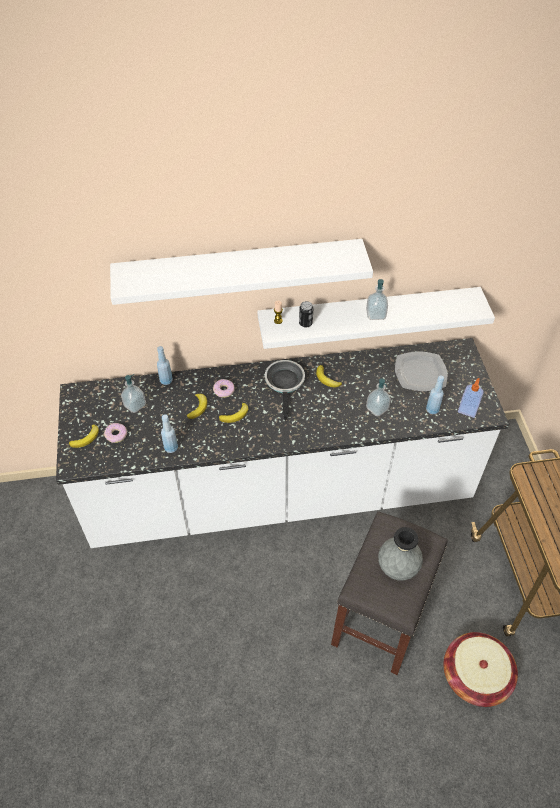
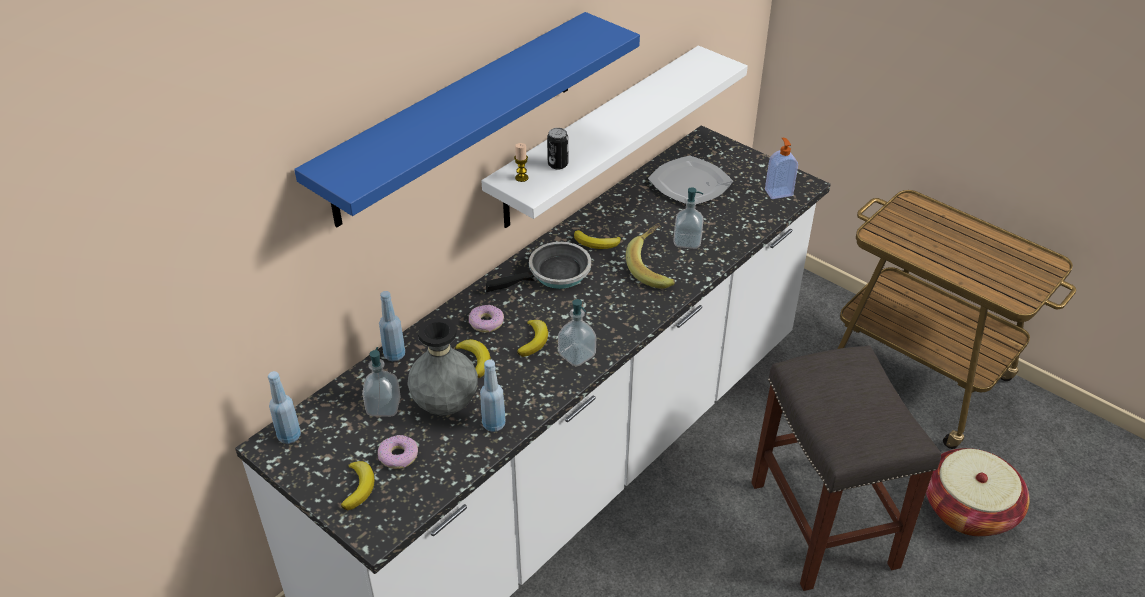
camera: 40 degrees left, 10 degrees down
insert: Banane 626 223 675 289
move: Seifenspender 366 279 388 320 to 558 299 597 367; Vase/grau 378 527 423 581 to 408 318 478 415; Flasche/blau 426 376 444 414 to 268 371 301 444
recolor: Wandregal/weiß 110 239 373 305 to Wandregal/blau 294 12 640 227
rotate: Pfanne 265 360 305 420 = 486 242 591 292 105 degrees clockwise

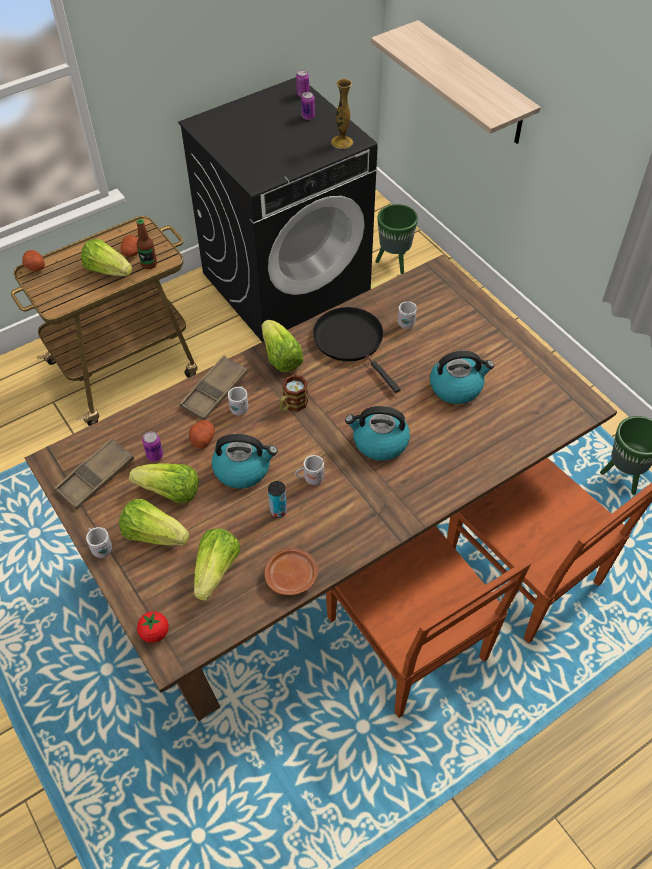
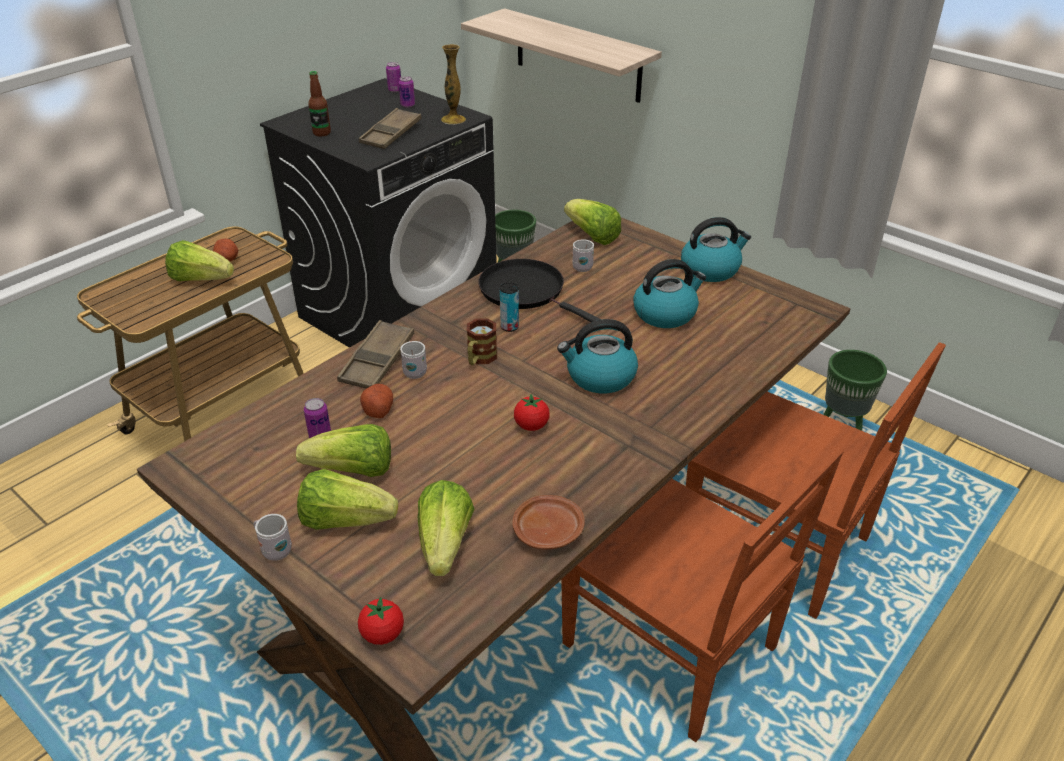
camera: 15 degrees left, 15 degrees down
delete: Kartoffel 22 250 45 272
move: Tablett/braun 54 438 134 510 to 359 108 422 149; Flasche 136 219 157 269 to 308 71 331 137; Wasserkessel 212 434 278 489 to 681 217 751 282; Salatkopf 262 320 304 372 to 564 199 621 245; Dose 268 481 287 518 to 500 283 519 332
replace: Henkelbecher/weiß 295 455 326 485 to Tomate 514 394 550 431

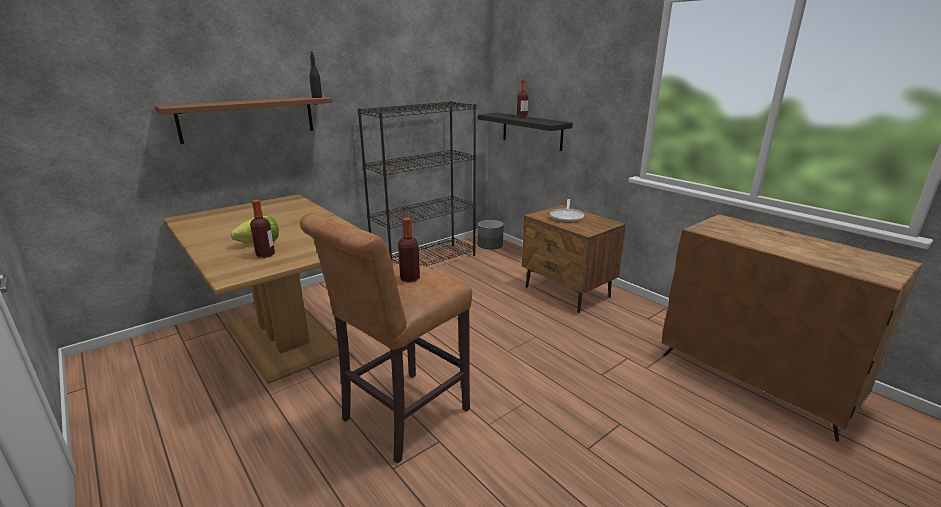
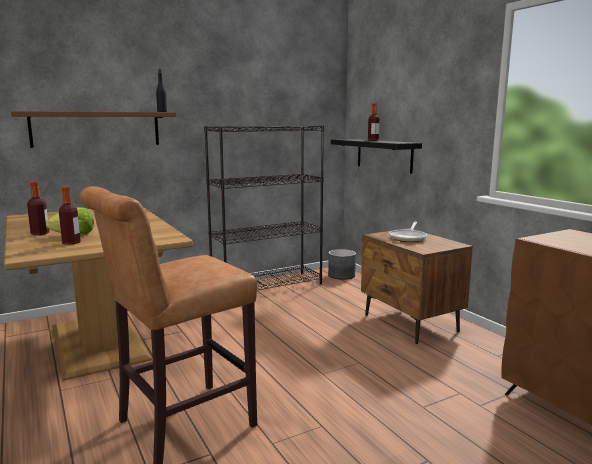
camera: 10 degrees right, 10 degrees down
move: Flasche 398 217 420 282 to 27 181 50 235

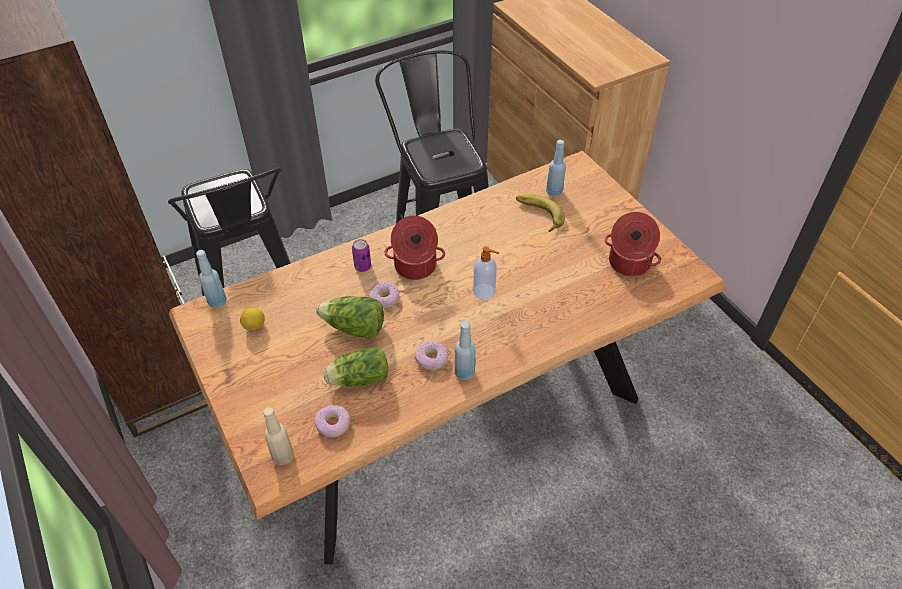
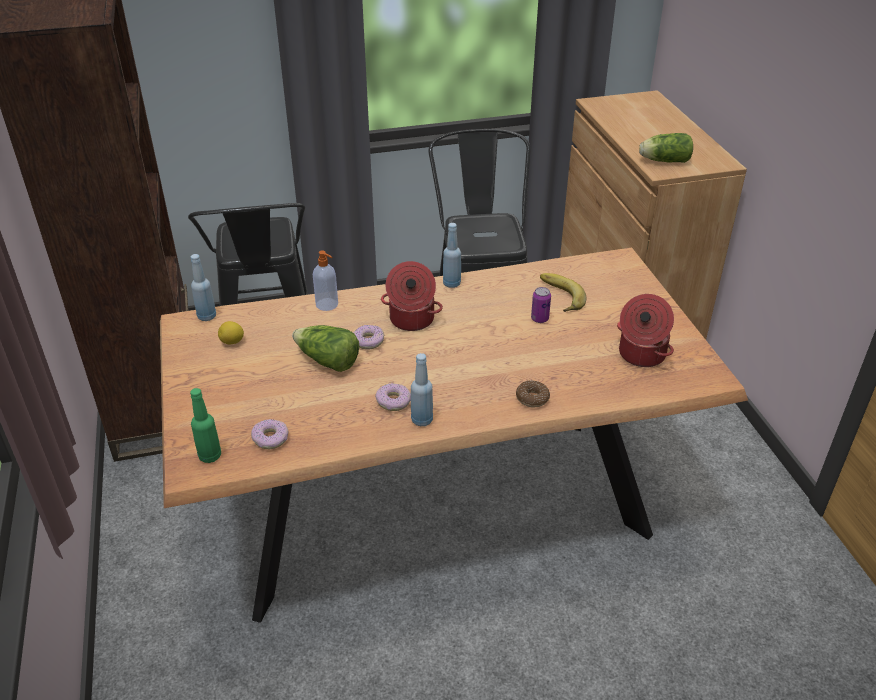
camera: 15 degrees right, 10 degrees down
insert: Donut 516 380 550 407
move: Salatkopf 324 347 388 387 to 639 133 693 163; Dose 352 239 371 272 to 531 287 551 323; Seifenspender 473 246 499 300 to 313 250 338 311; Flasche/blau 546 140 566 196 to 443 223 461 288
recolor: Flasche/beige 263 407 294 465 to Flasche/grün 190 388 221 463

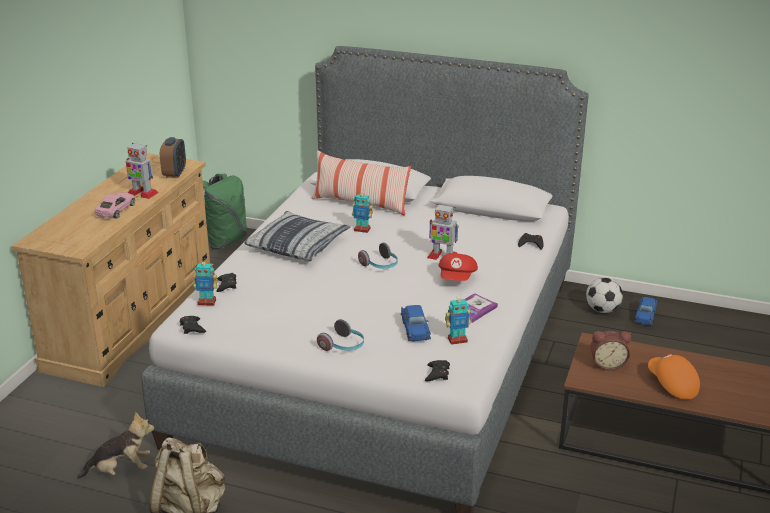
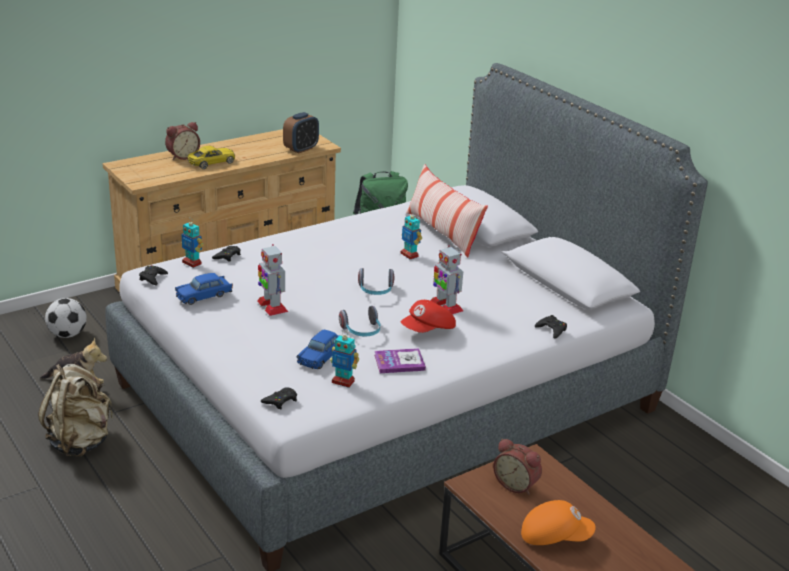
camera: 35 degrees right, 0 degrees up
delete: Kissen 244 211 350 261
insert: Wecker 165 122 200 160
move: Spielzeugroboter 126 142 158 199 to 257 244 288 316; Kopfhörer 317 319 364 351 to 339 306 380 336; Fußball 586 277 623 313 to 45 298 87 338; Spielzeugauto/blau 634 297 657 325 to 175 273 233 305
recolor: Spielzeugauto/rosa 94 192 135 219 to Spielzeugauto/gelb 187 145 235 169
rotate: Kappe/orange 648 354 700 400 = 521 500 596 545 90 degrees clockwise

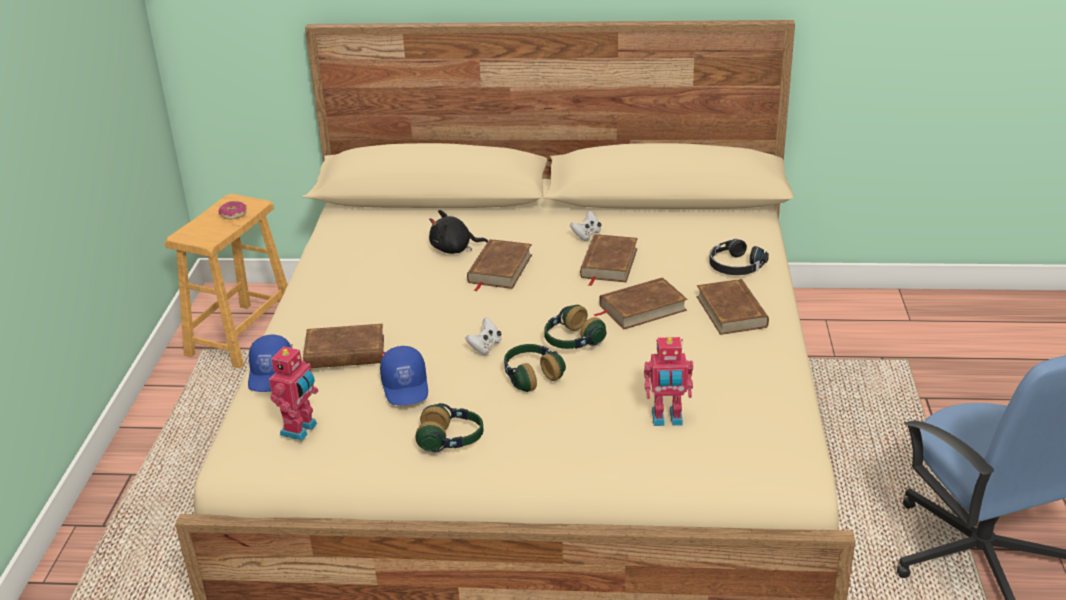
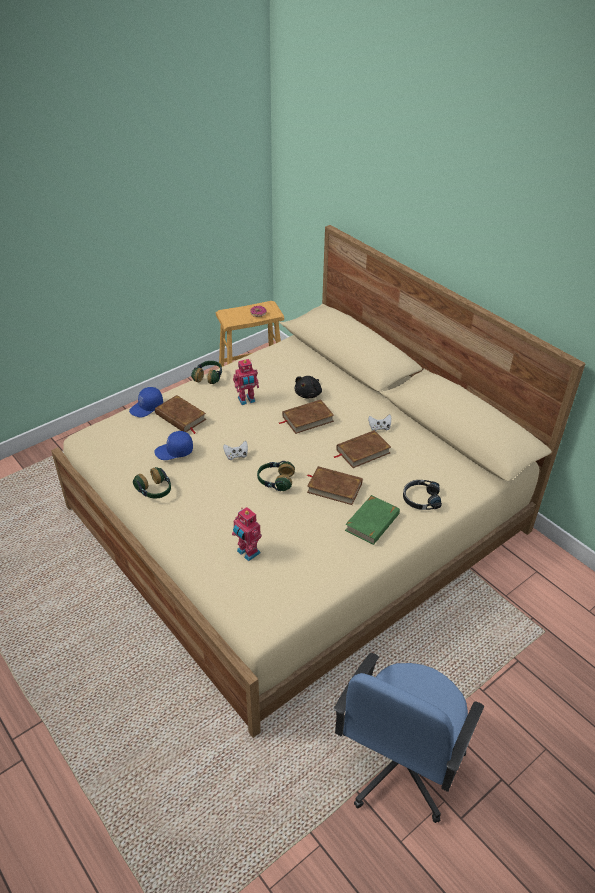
camera: 45 degrees right, 10 degrees up
move: Spielzeugroboter 269 344 318 441 to 233 359 259 405; Kopfhörer 504 344 566 392 to 191 361 222 384
recolor: Buch/braun 696 279 769 335 to Buch/grün 345 495 400 545
rotate: Kappe/blau 380 346 428 405 = 154 431 193 460 45 degrees clockwise; Plüschtier/schwarz 429 210 488 254 = 294 376 322 398 105 degrees counterclockwise

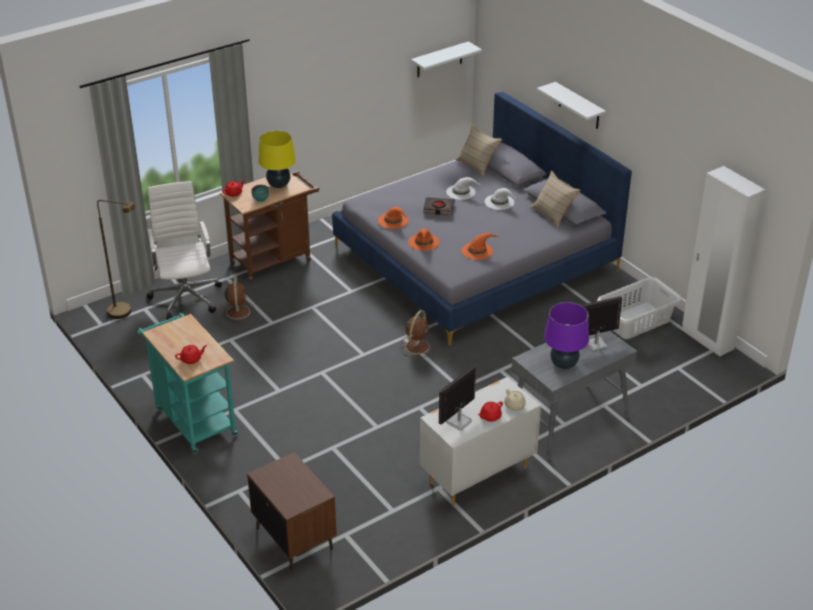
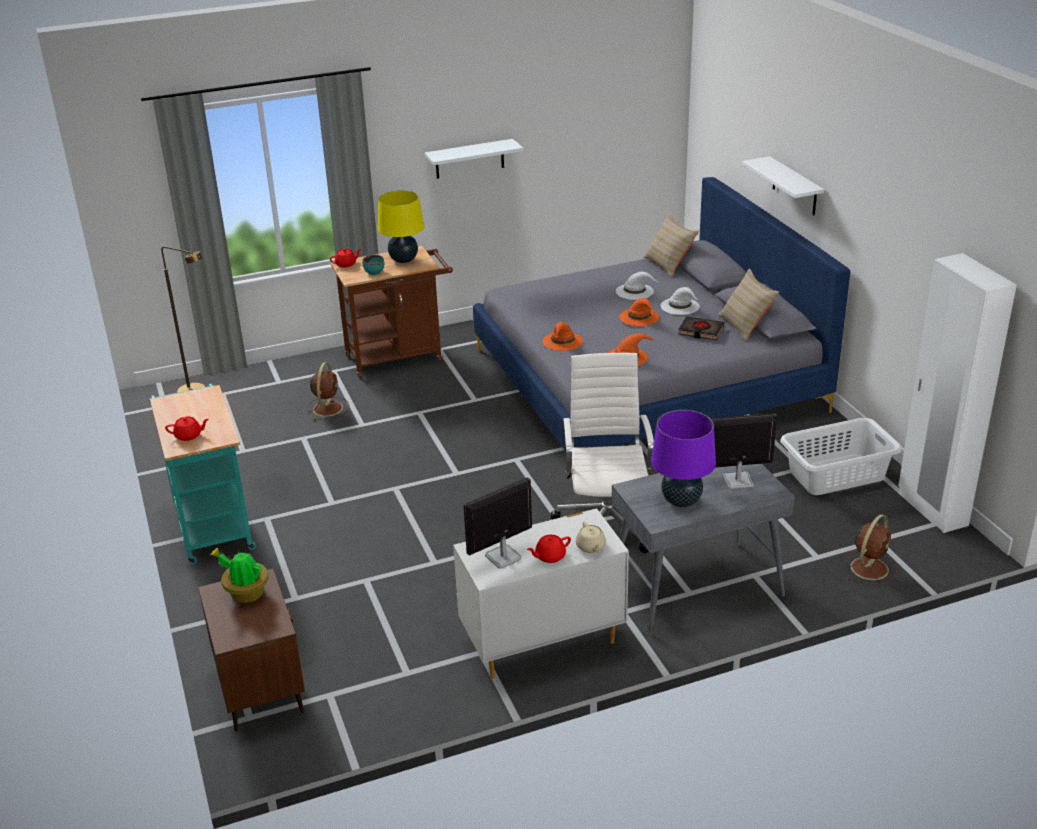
camera: 15 degrees right, 5 degrees down
insert: Topfpflanze 210 548 268 603
move: Bürostuhl/weiß 147 181 222 320 to 551 353 654 553; Hut/orange 378 207 409 229 to 619 298 659 326; Ventilator/braun 401 310 436 358 to 844 514 898 586; Wandregal/weiß 411 41 482 77 to 425 139 524 179; Buch/schwarz 423 197 455 215 to 678 316 724 340

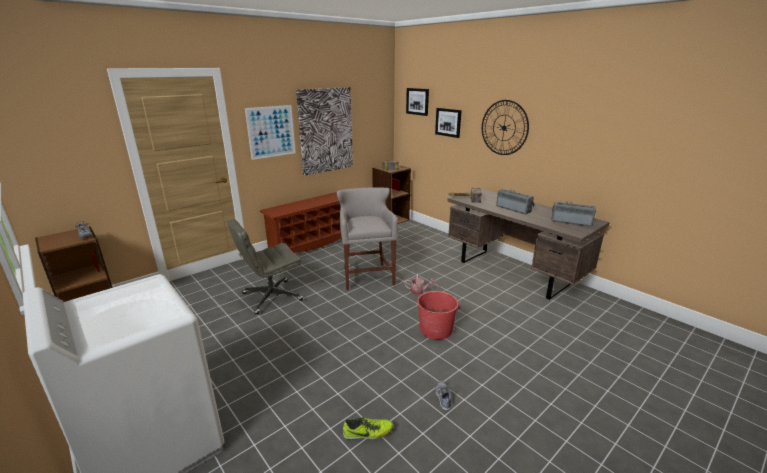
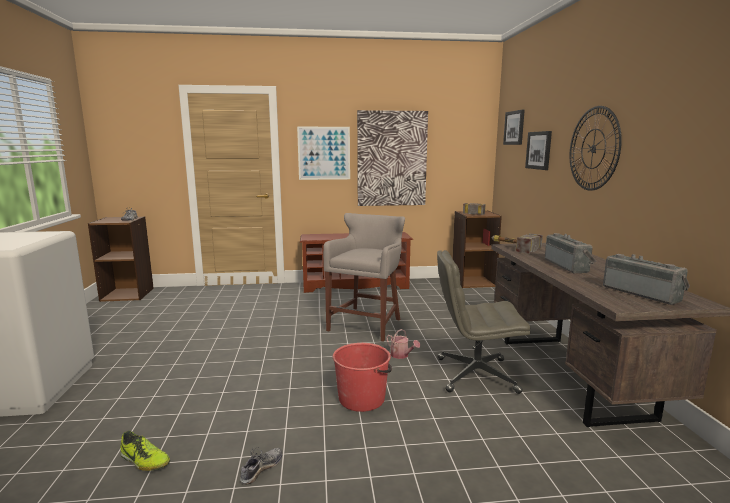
camera: 35 degrees right, 10 degrees down
move: Bürostuhl/grau 227 219 303 315 to 437 250 531 394

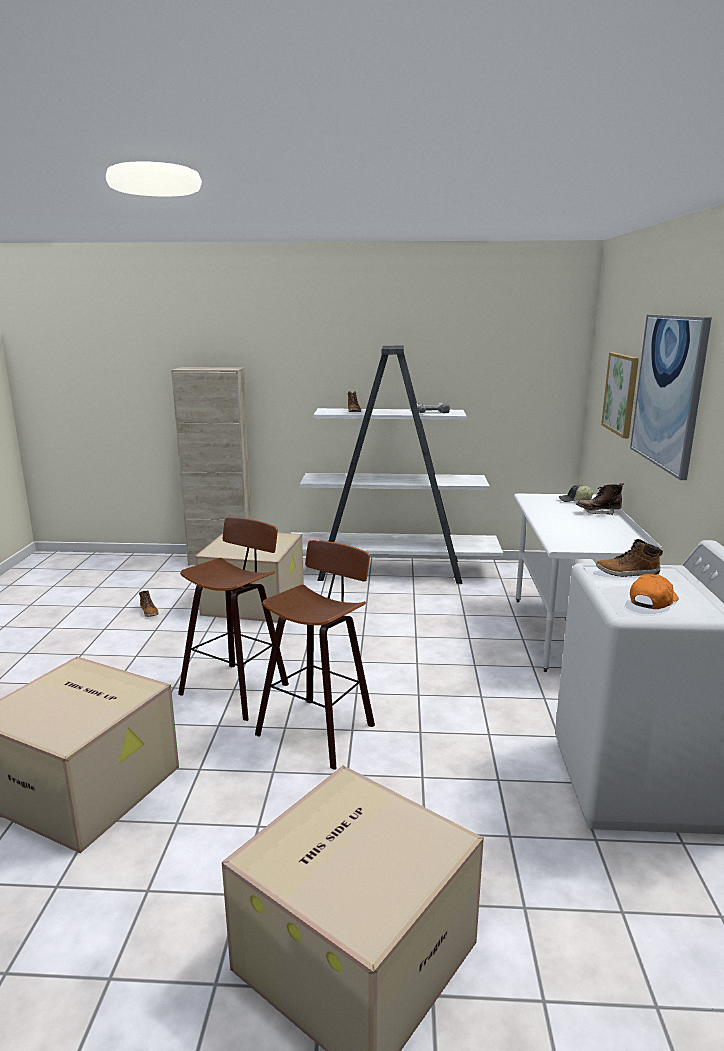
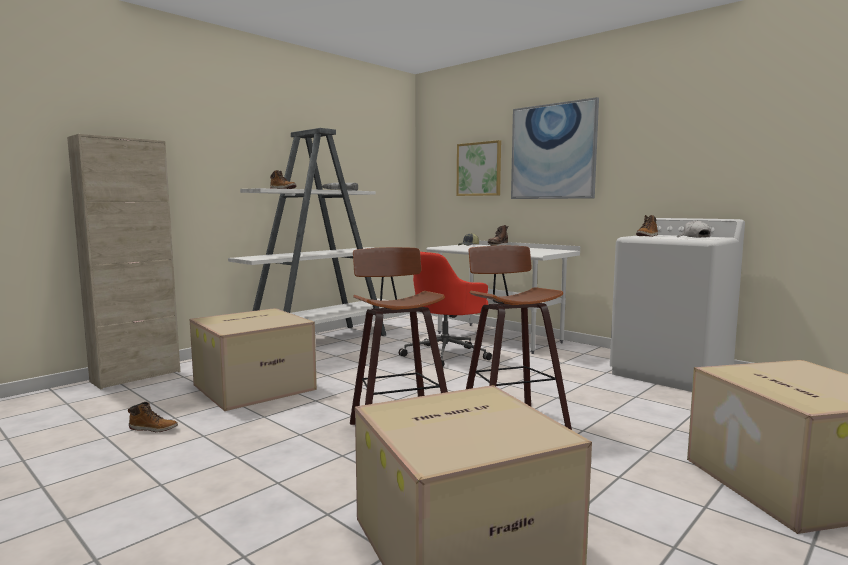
camera: 50 degrees left, 10 degrees down
insert: Bürostuhl/rot 399 252 492 367
recolor: Kappe/orange 630 574 679 609 to Kappe/weiß 677 220 711 238

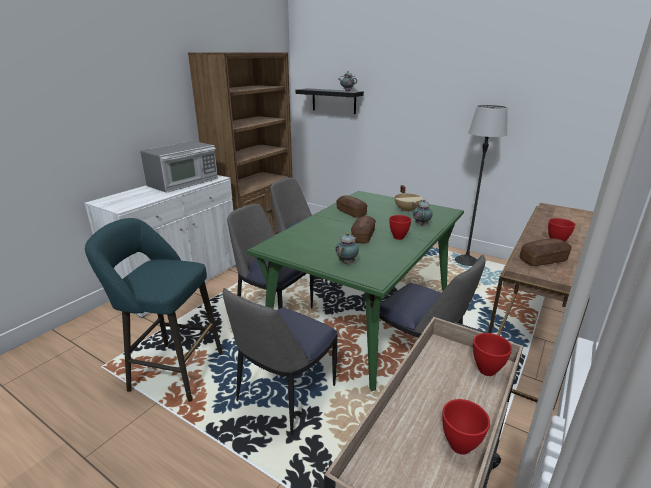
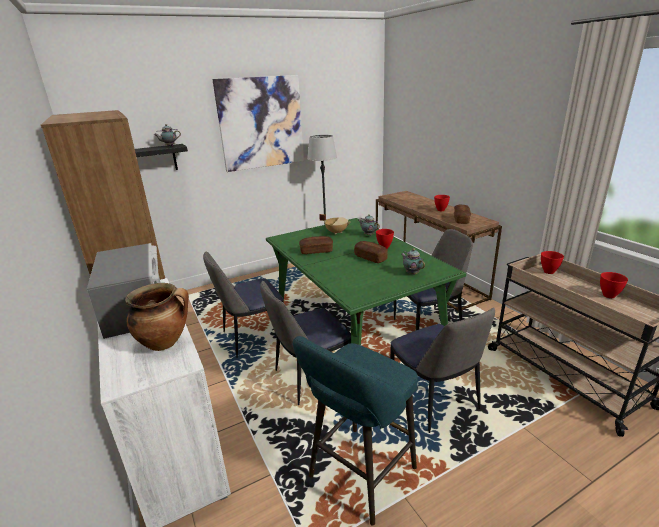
camera: 60 degrees left, 0 degrees up
insert: Kochtopf 125 283 189 351; Bild 212 75 304 172

